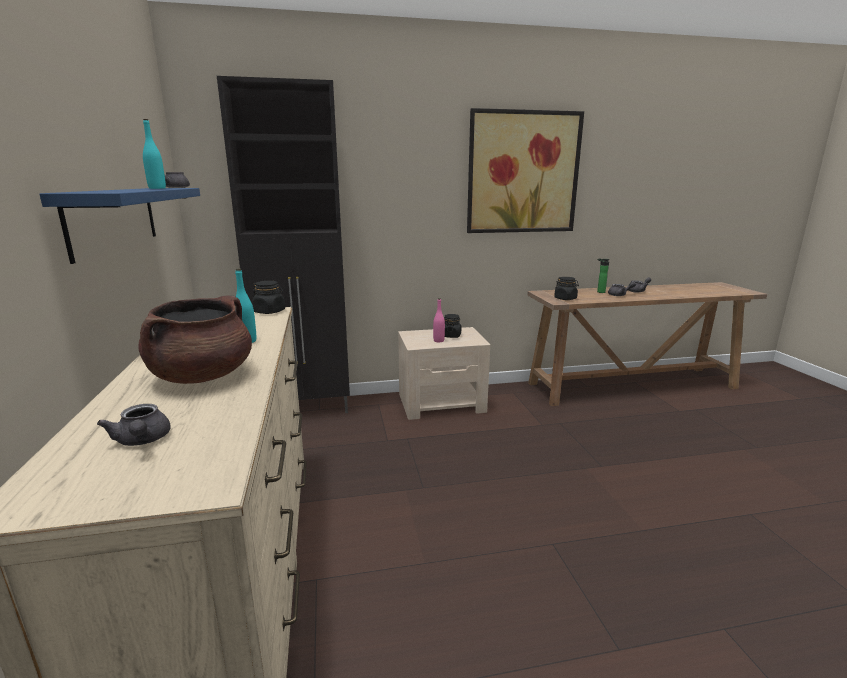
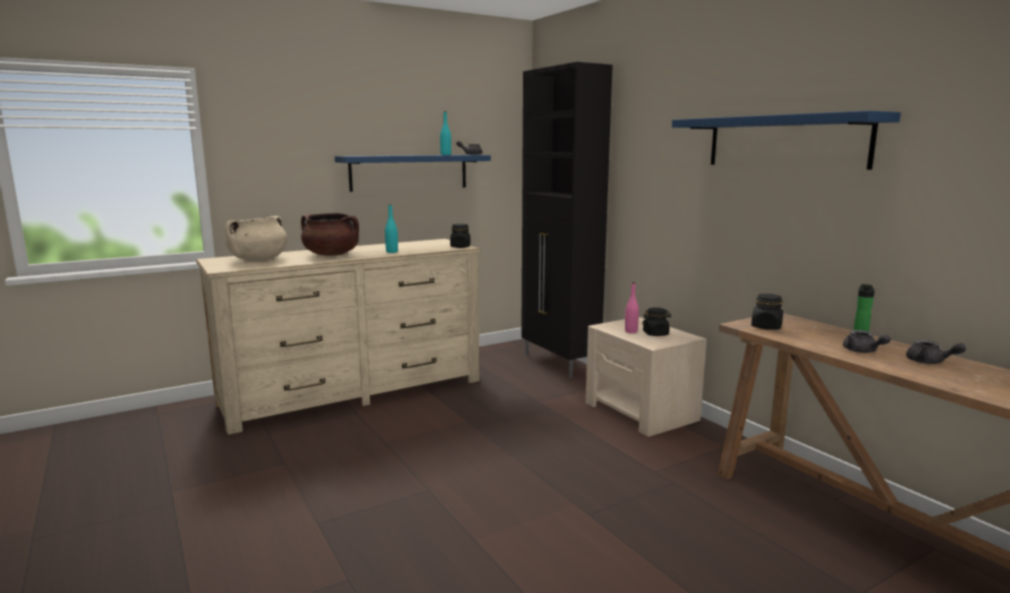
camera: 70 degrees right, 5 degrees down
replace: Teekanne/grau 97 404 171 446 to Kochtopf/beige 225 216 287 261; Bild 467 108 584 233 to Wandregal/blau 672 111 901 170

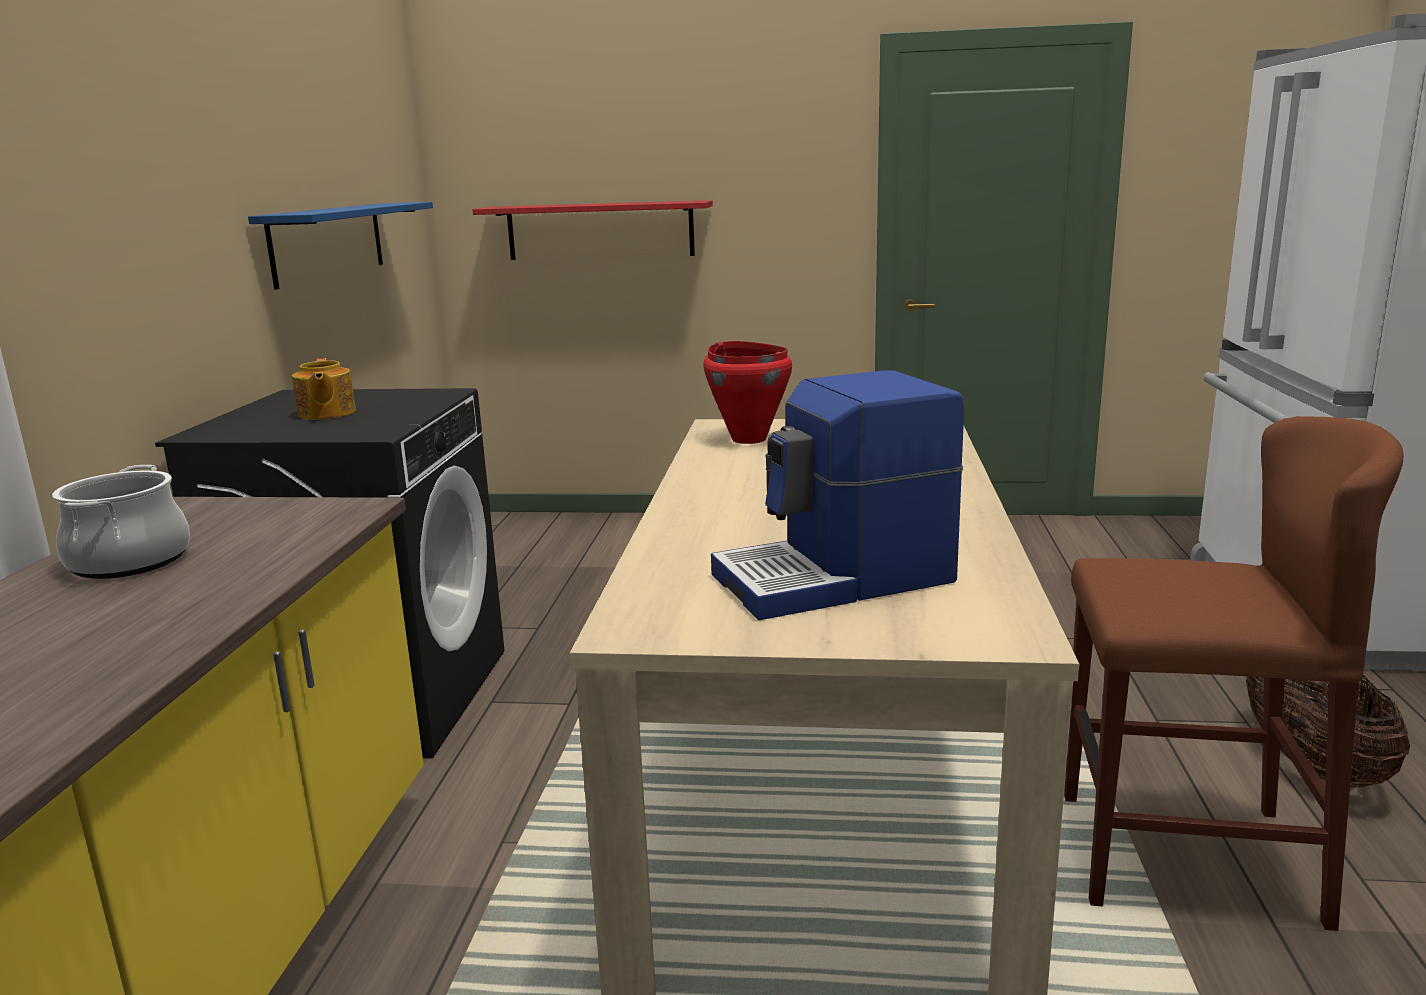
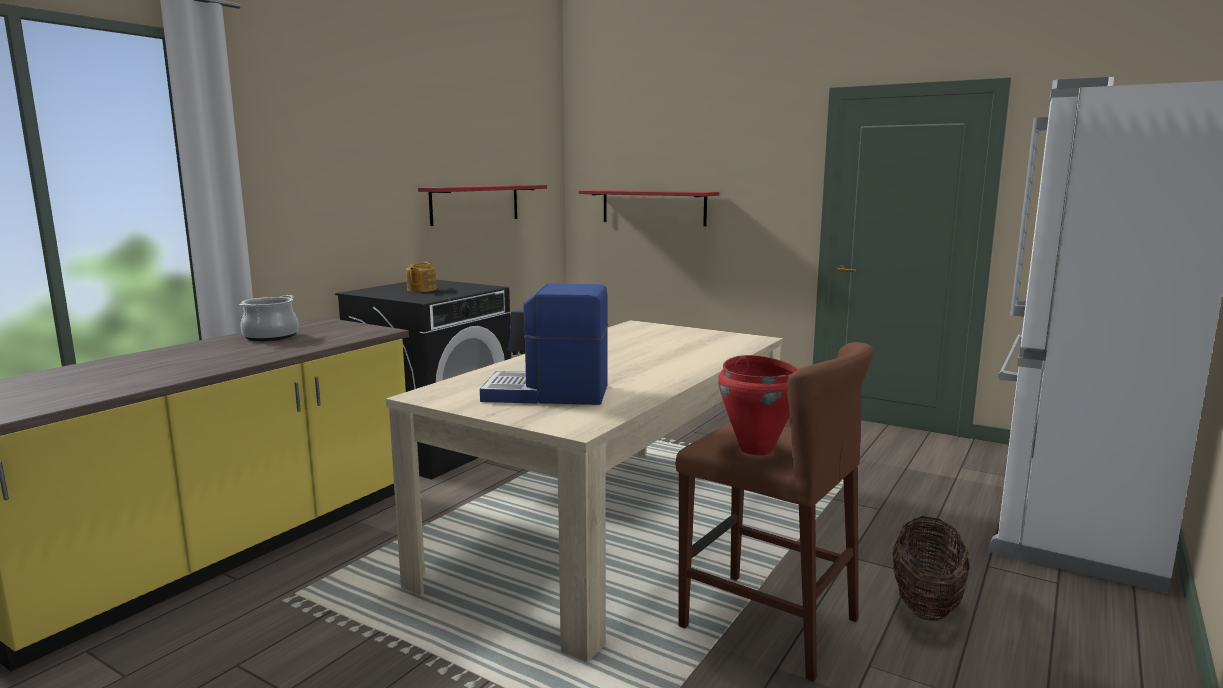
camera: 25 degrees right, 5 degrees down
move: Kochtopf/rot 703 341 792 444 to 718 355 798 455
recolor: Wandregal/blau 248 202 433 290 to Wandregal/rot 418 185 547 226

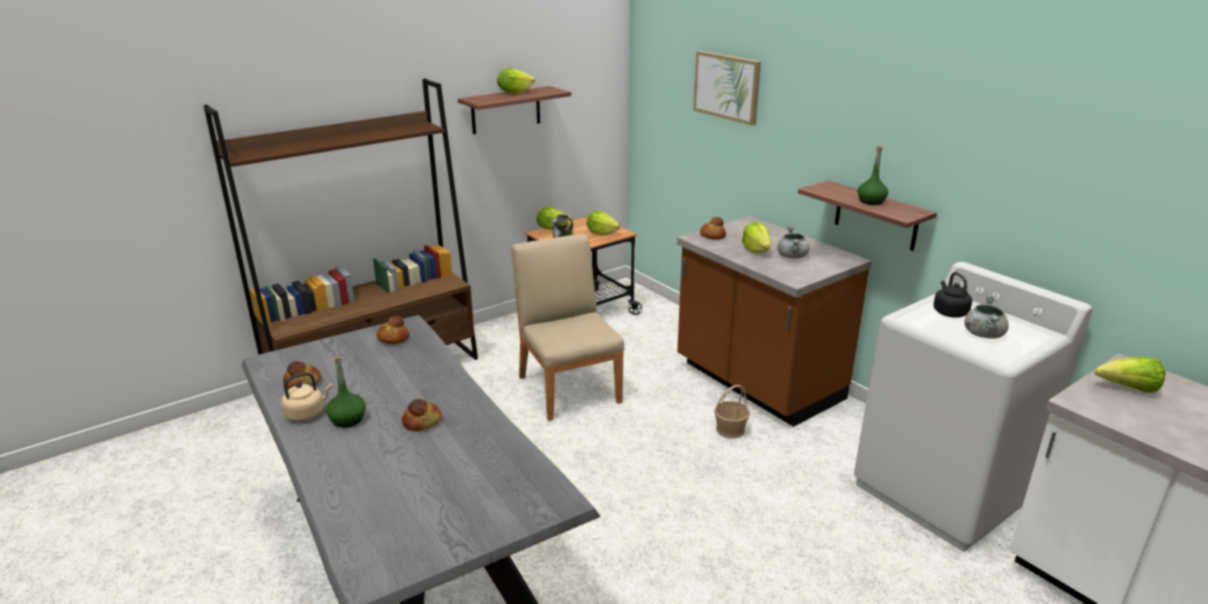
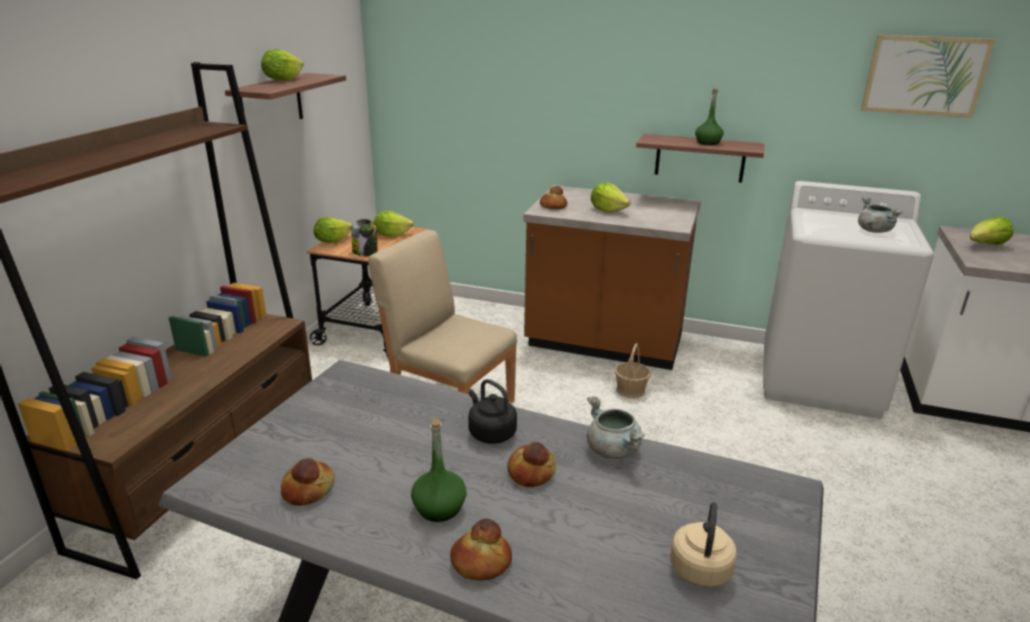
camera: 35 degrees left, 0 degrees up
move: Wasserkessel/beige 281 372 333 421 to 670 502 737 588; Brot 376 316 409 344 to 450 519 512 580; Bild 693 51 761 126 to 861 35 996 118; Kochtopf/grau 777 225 809 258 to 587 396 645 459; Wasserkessel/schwarz 933 272 972 318 to 468 379 517 444

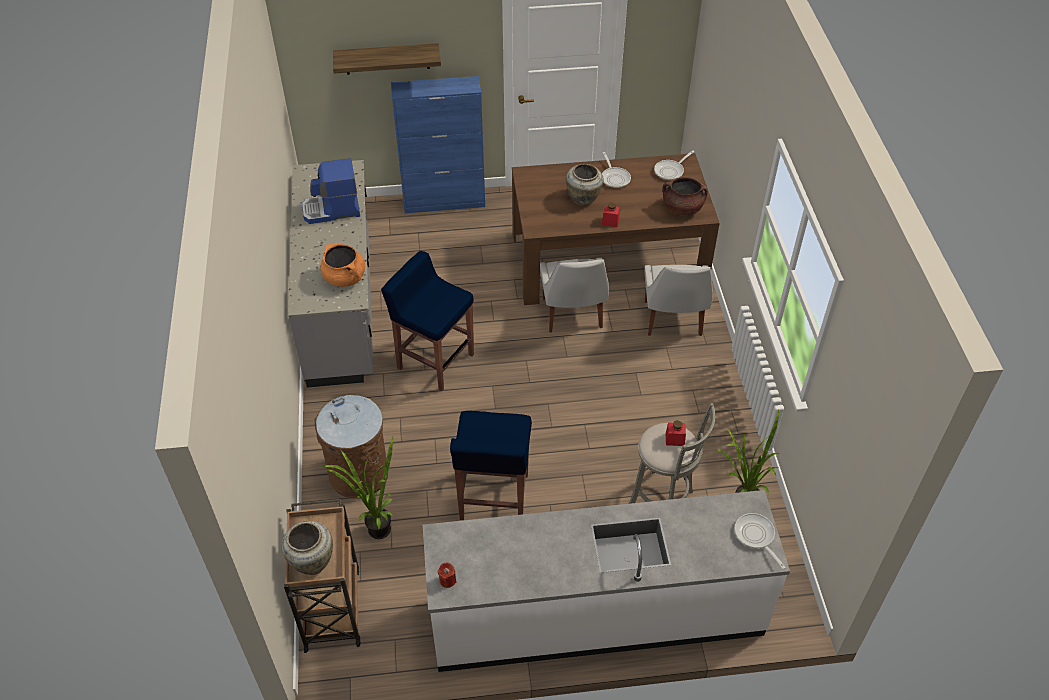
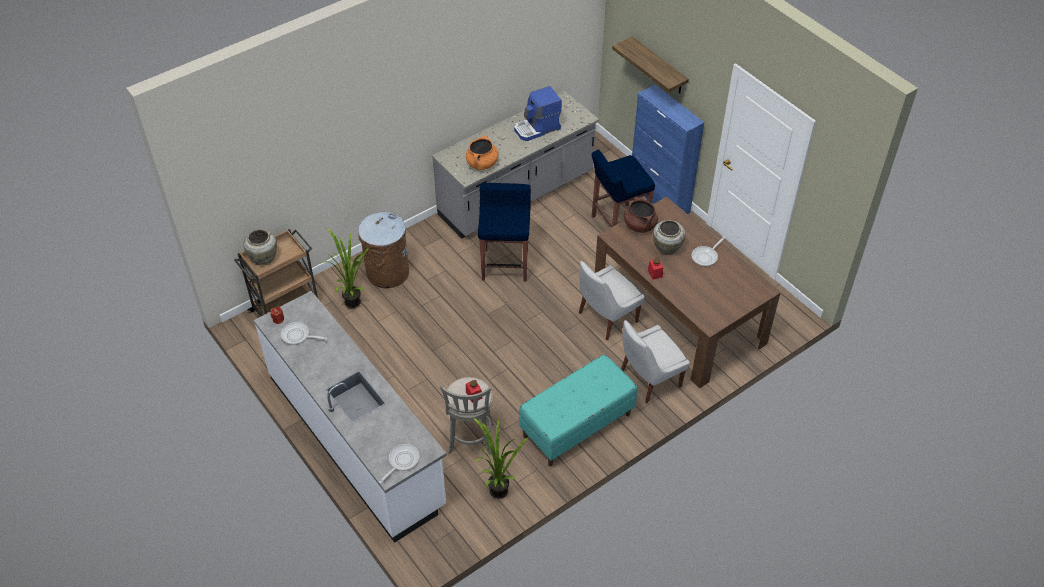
camera: 60 degrees right, 0 degrees up
insert: Bank/türkis 519 355 638 466
move: Hocker/blau 450 411 532 520 to 592 150 655 227; Pfanne 654 150 694 180 to 281 322 328 345; Kochtopf/braun 662 177 708 215 to 624 196 658 233
rotate: Kaffeemaschine 302 158 360 224 = 514 86 562 141 75 degrees counterclockwise

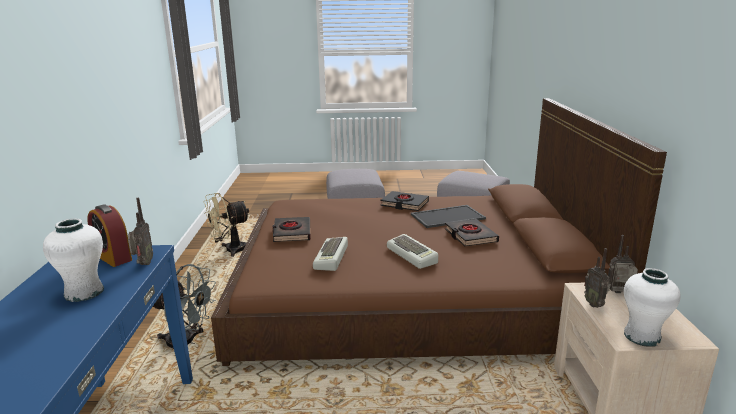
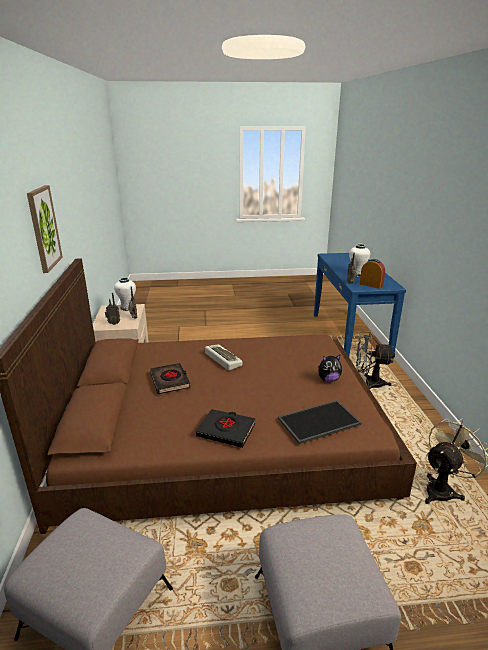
camera: 175 degrees right, 5 degrees up
delete: Tastatur 313 237 348 271
insert: Bild 27 185 63 273
move: Tablett 411 205 486 228 to 278 400 362 444
replace: Buch/schwarz 273 217 310 242 to Plüschtier 318 355 342 382

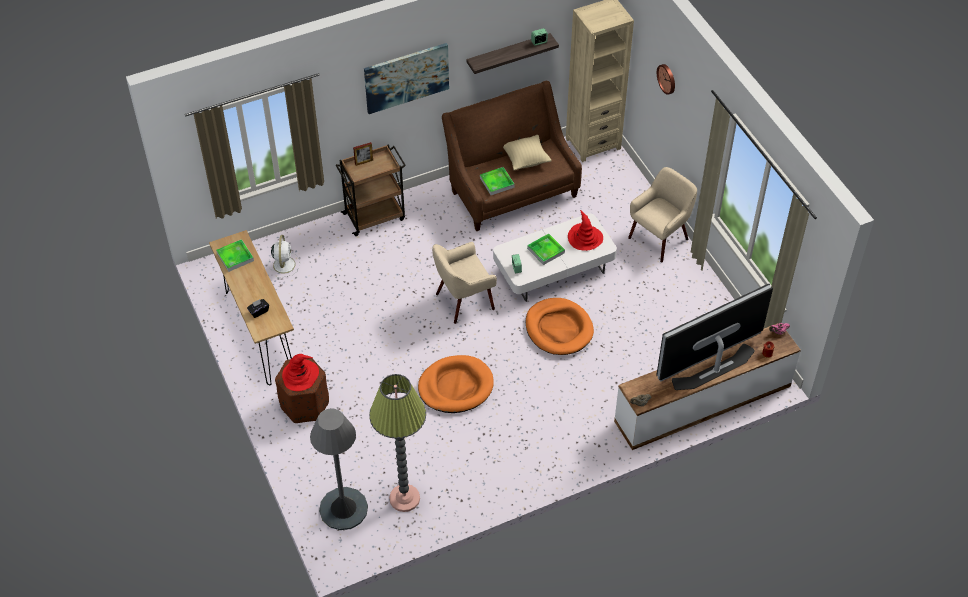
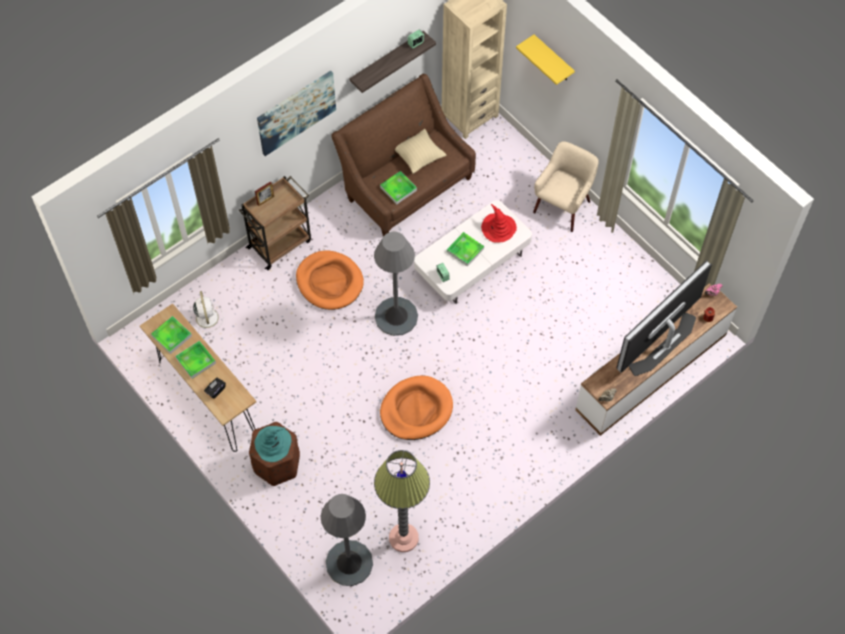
camera: 15 degrees left, 10 degrees up
insert: Tablett 175 341 216 379
move: Hundebett/orange 525 298 594 355 to 296 250 364 310
replace: Sessel/beige 432 242 497 324 to Stehlampe/grau 374 232 418 336; Wanduhr 657 64 675 95 to Wandregal/gelb 516 34 575 85
recolor: Hut/rot 282 354 319 391 to Hut/türkis 255 426 291 462

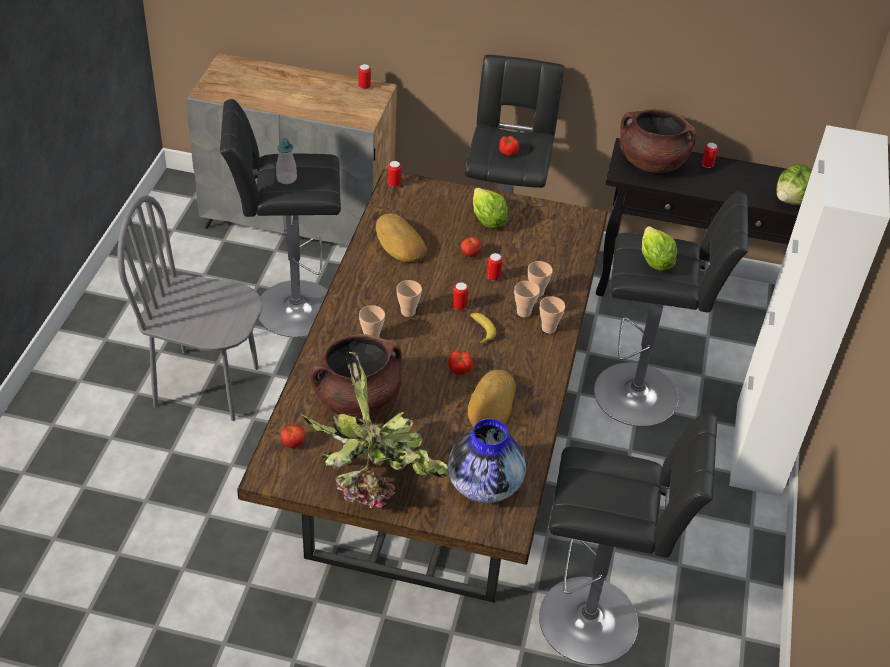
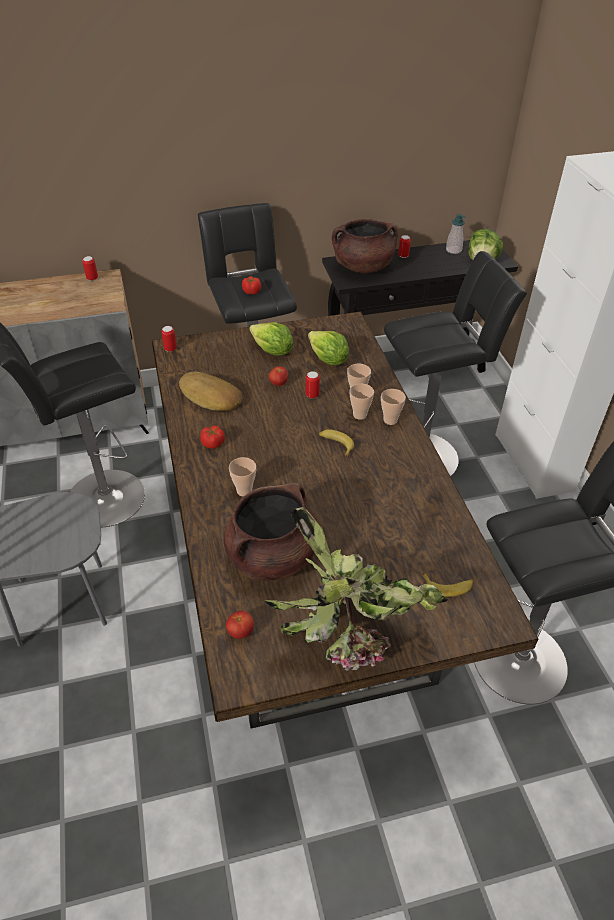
camera: 25 degrees left, 0 degrees up
delete: Tasse 396 280 422 317; Dose 453 282 469 310; Brot 468 370 516 427
move: Seifenspender 276 138 297 184 to 446 214 466 254; Tomate 448 351 473 375 to 200 425 225 449; Salatkopf 642 226 678 271 to 308 331 349 365
replace: Vase 448 419 526 503 to Banane 422 573 474 597

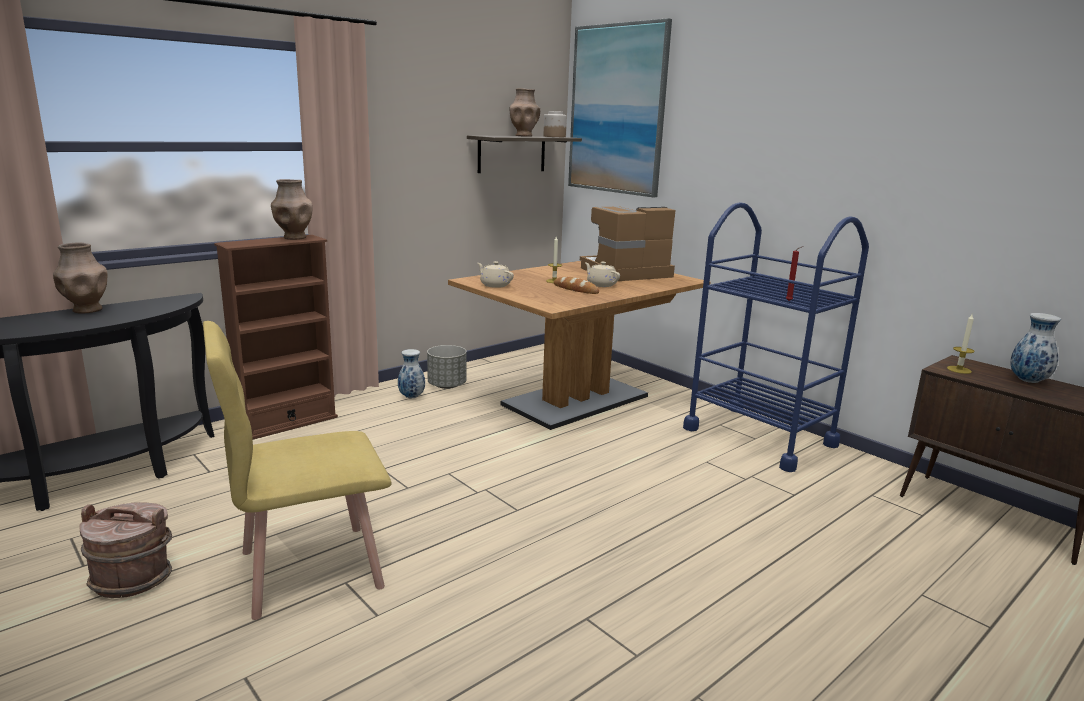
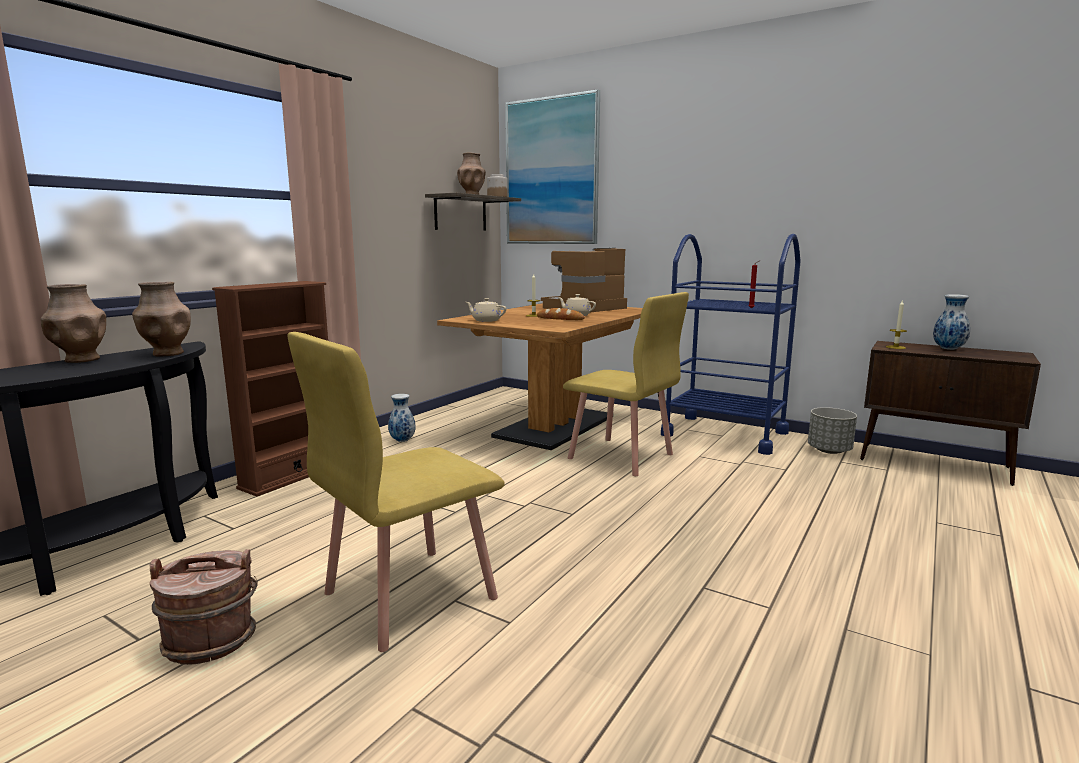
camera: 15 degrees left, 5 degrees down
insert: Stuhl/gelb 563 292 689 476
move: Vase/braun 271 179 313 240 to 132 282 191 357; Pflanzkübel/grau 427 345 467 389 to 808 407 857 454

